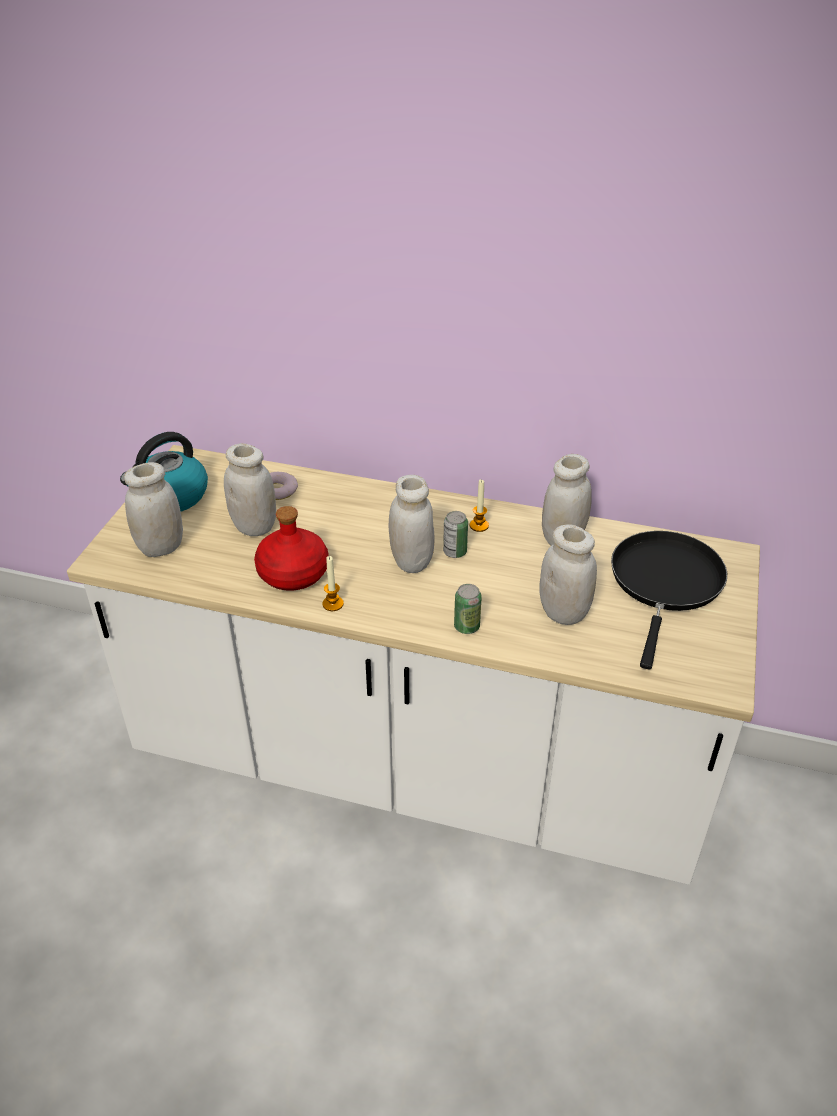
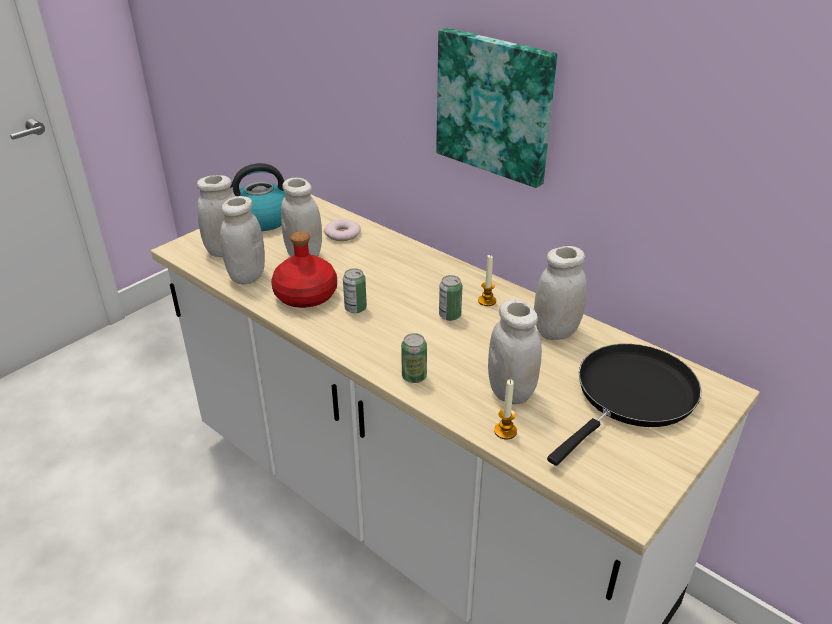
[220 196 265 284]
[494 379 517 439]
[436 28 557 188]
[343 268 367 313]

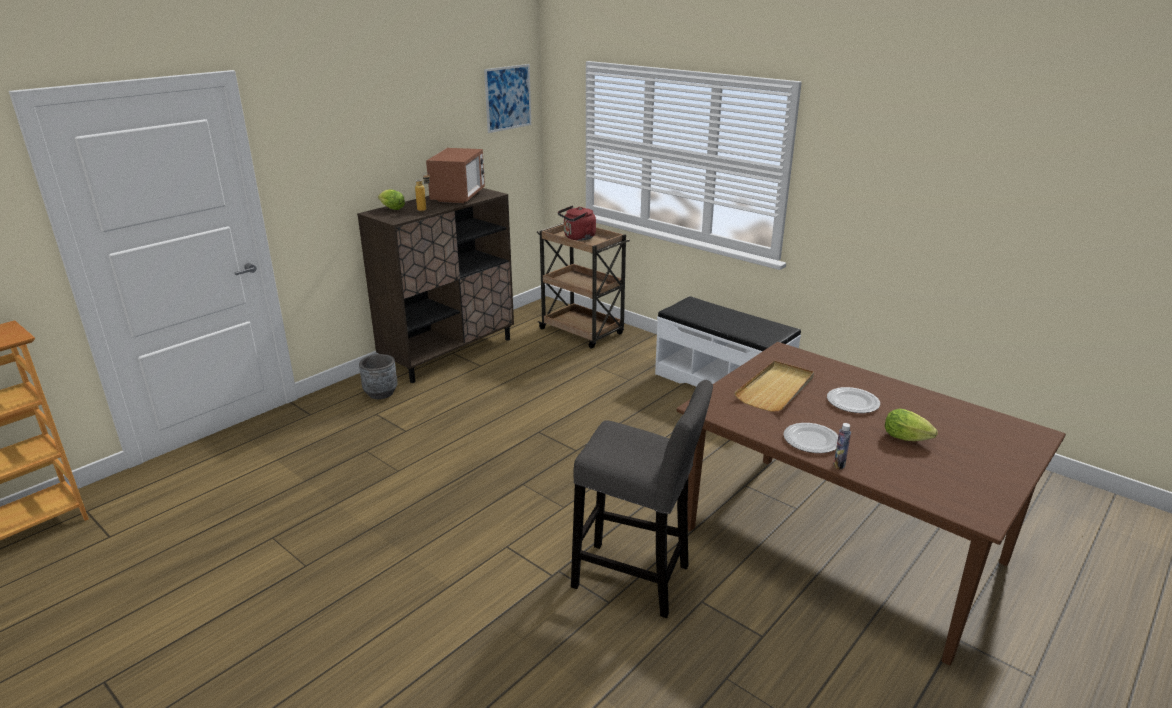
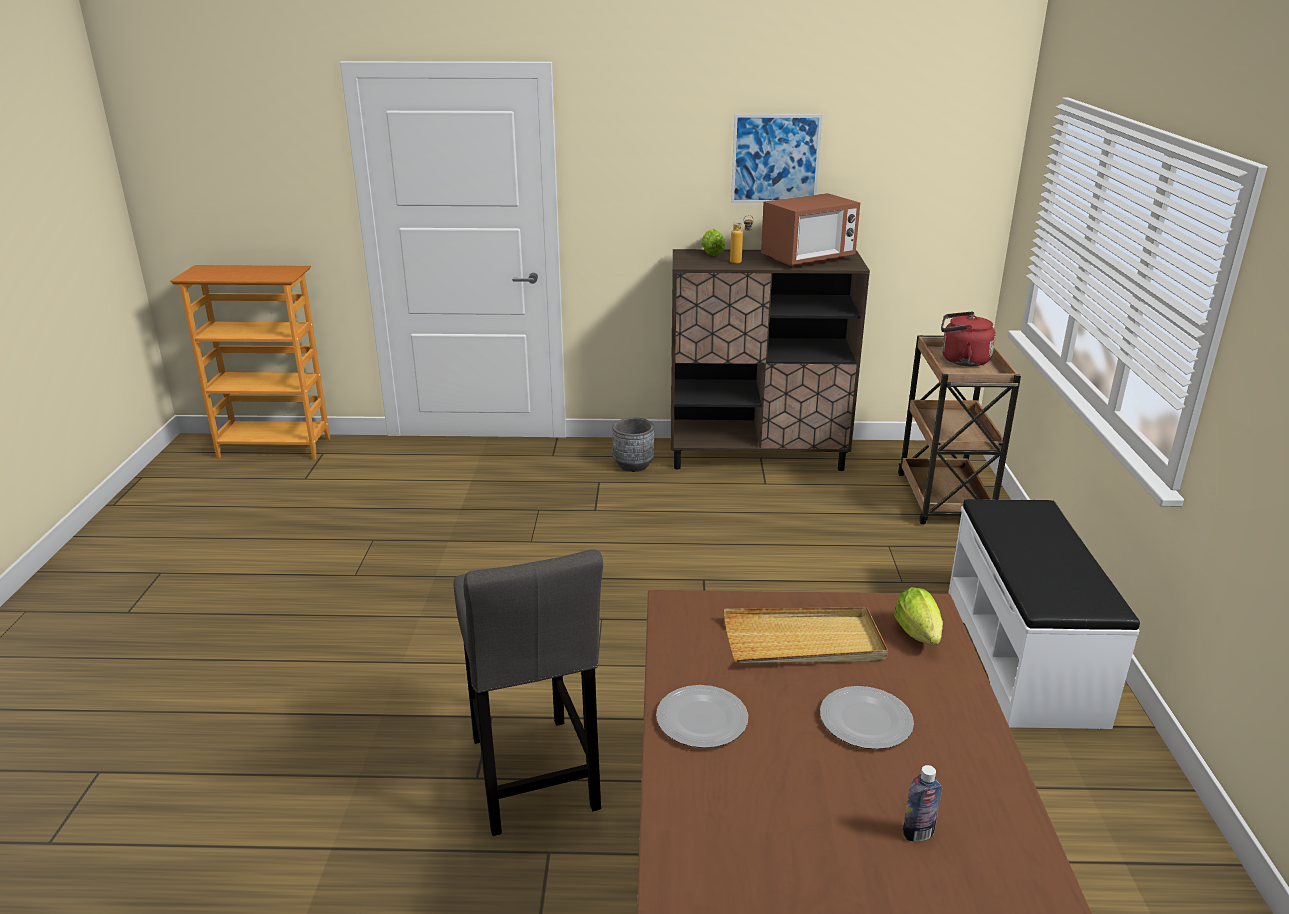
[731 114 823 203]
[894 587 943 645]
[903 765 942 842]

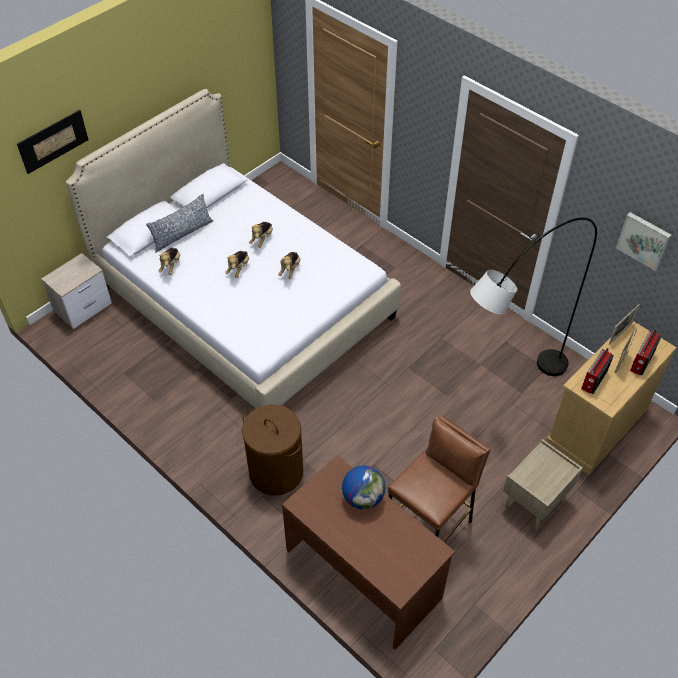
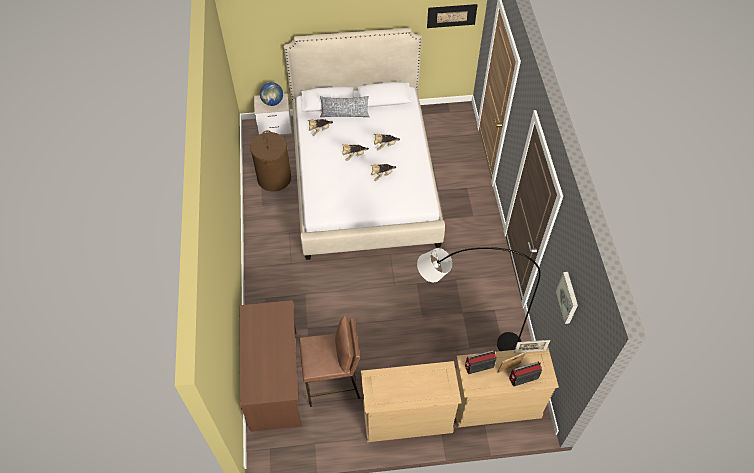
[427 4 477 28]
[250 130 291 191]
[361 361 461 442]
[260 82 283 106]

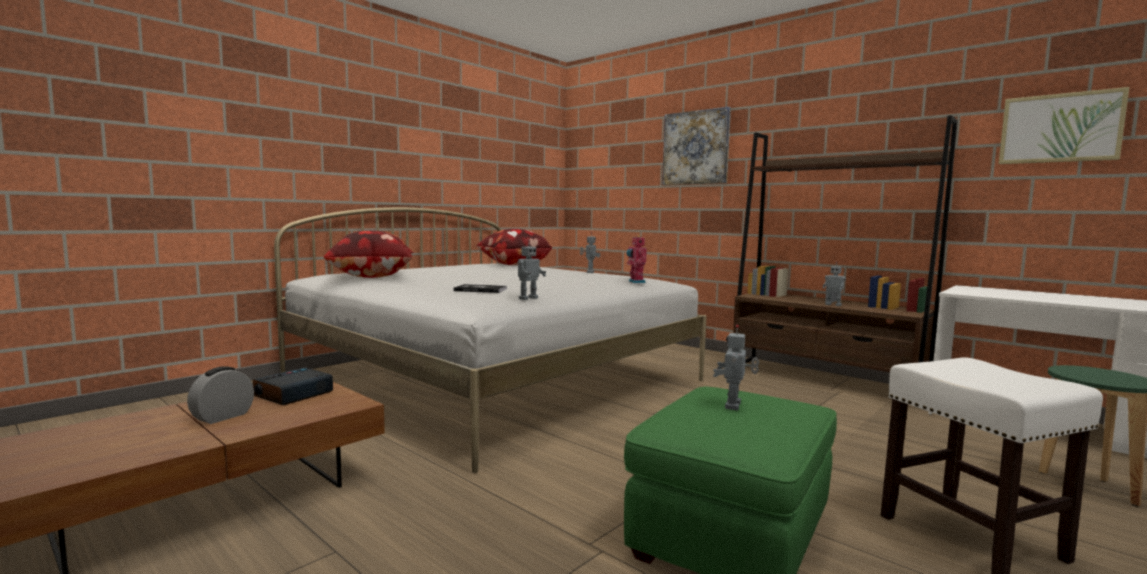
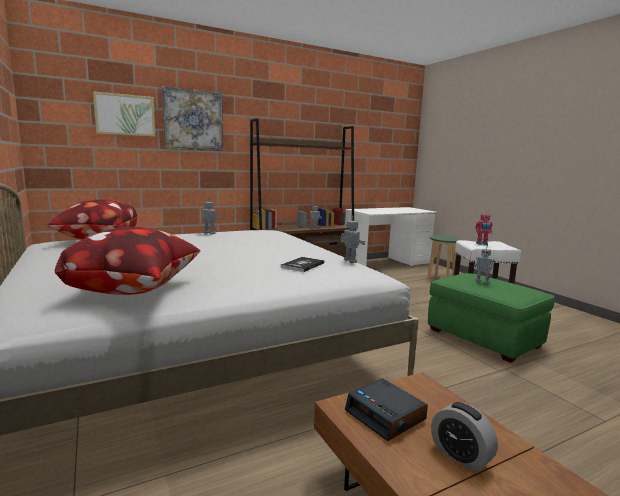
[93 91 155 137]
[475 213 493 245]

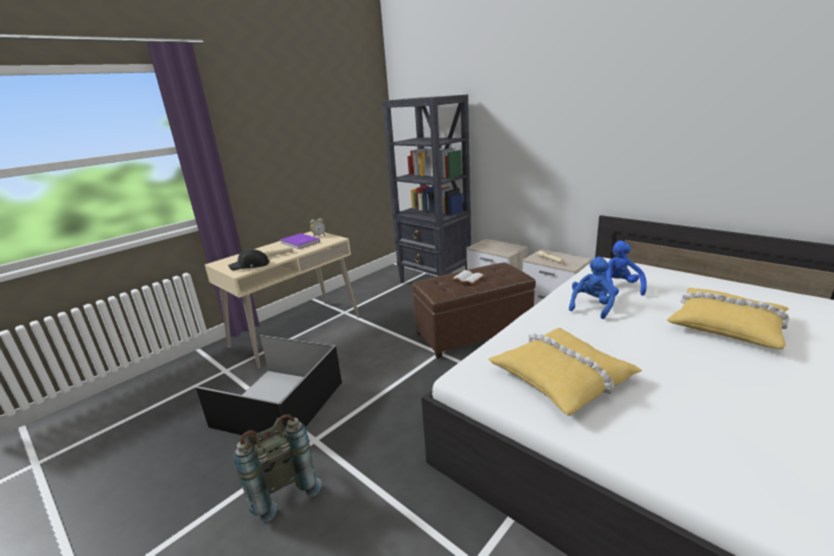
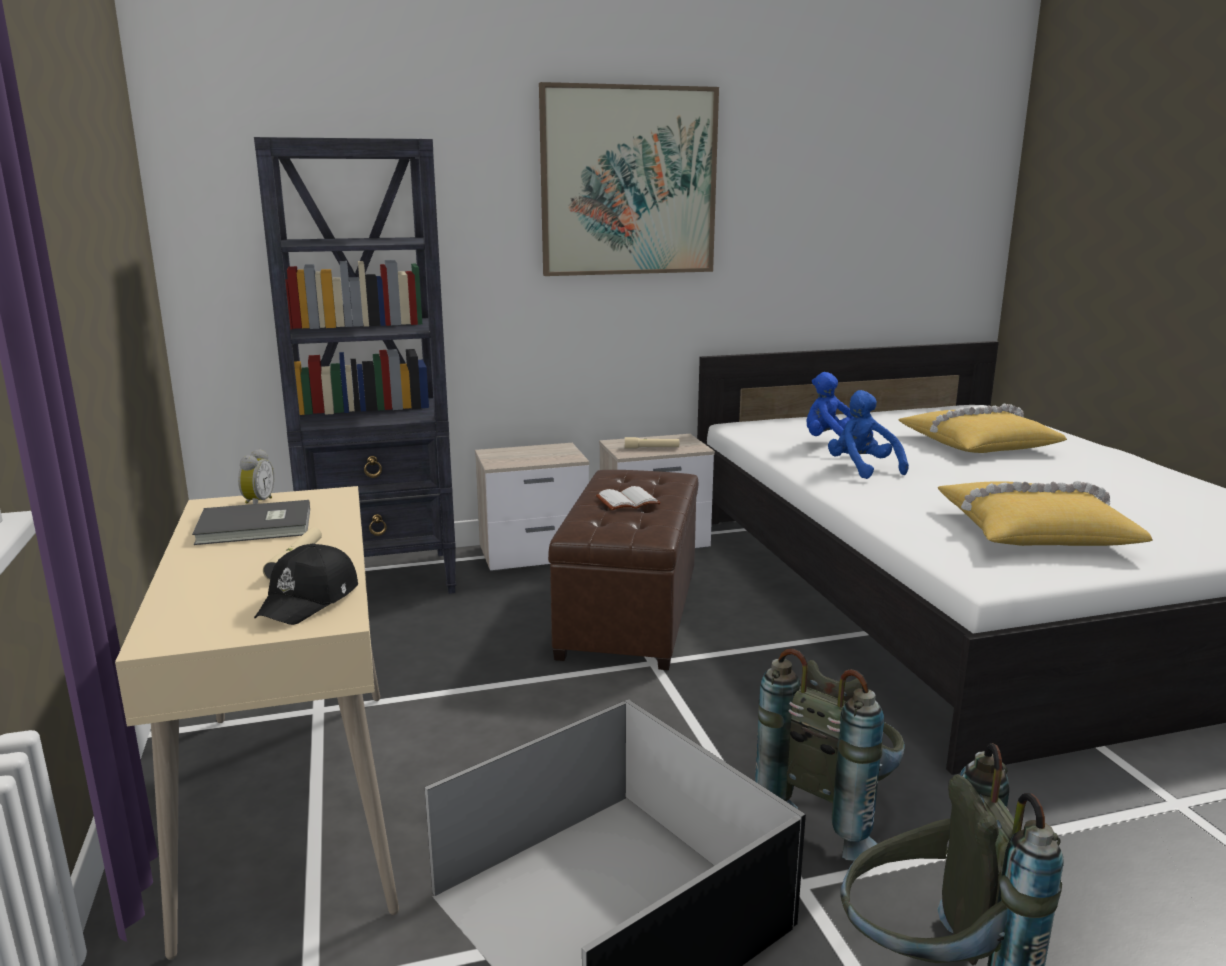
[192 500 310 545]
[539 82 719 276]
[755 648 905 861]

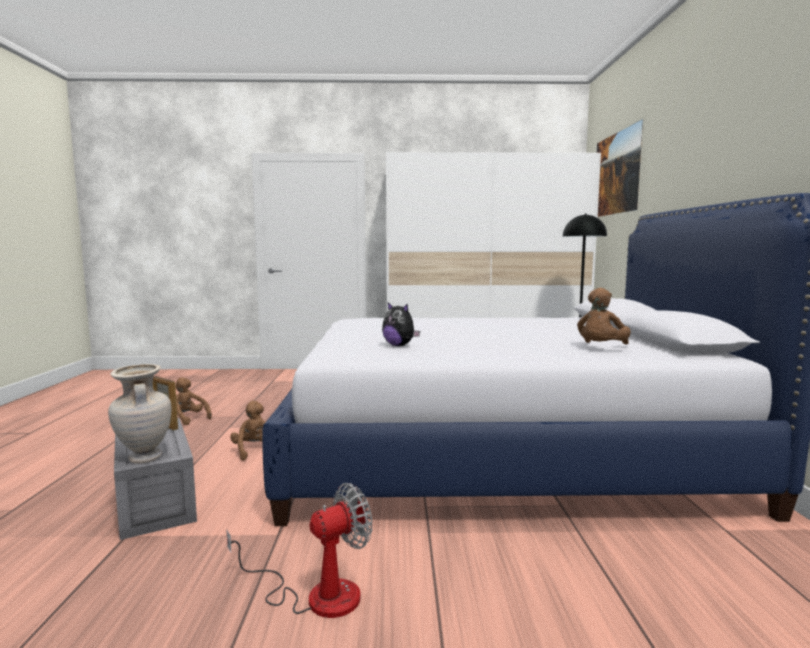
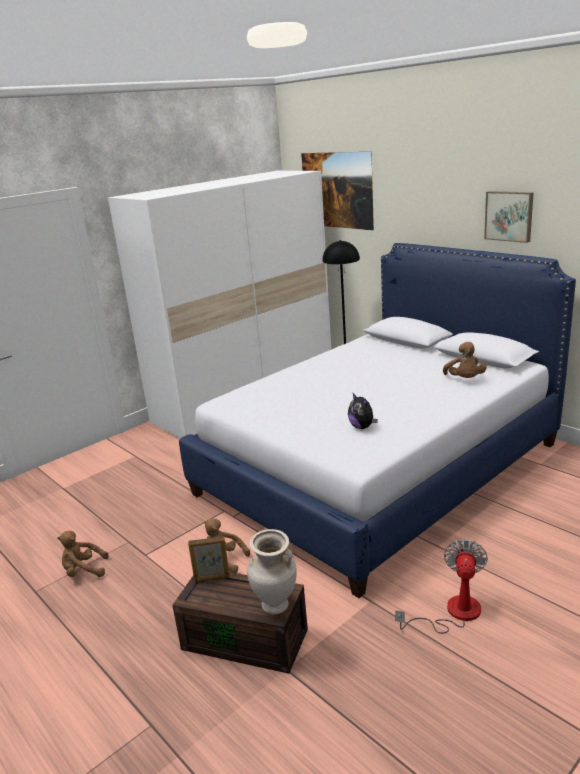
[348 393 378 429]
[172 572 308 674]
[484 191 534 243]

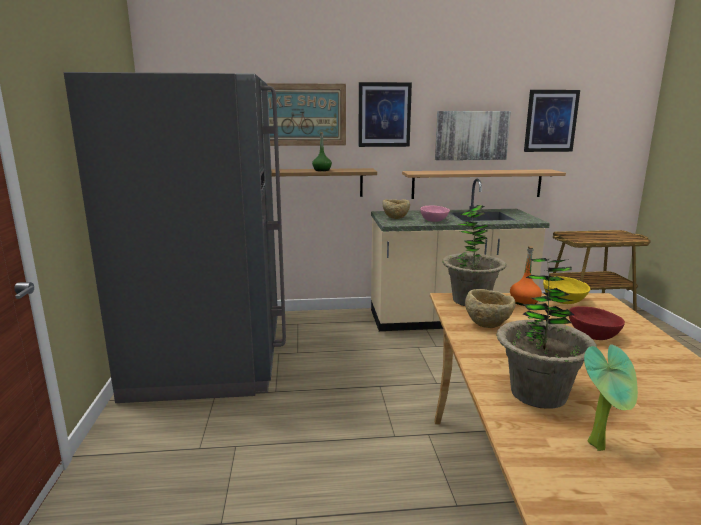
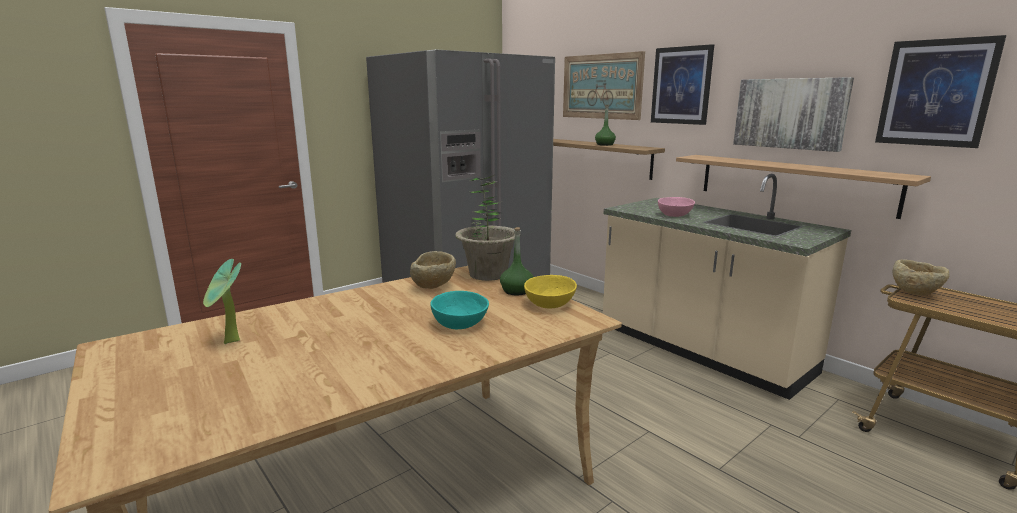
[892 259 950 295]
[500 227 534 295]
[496 258 597 409] (first image)
[431 291 489 329]

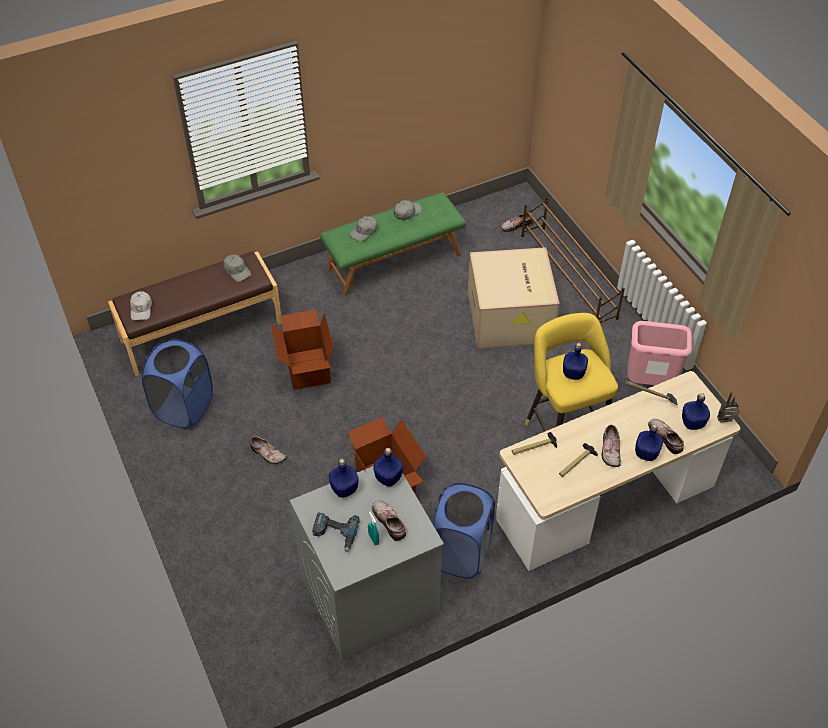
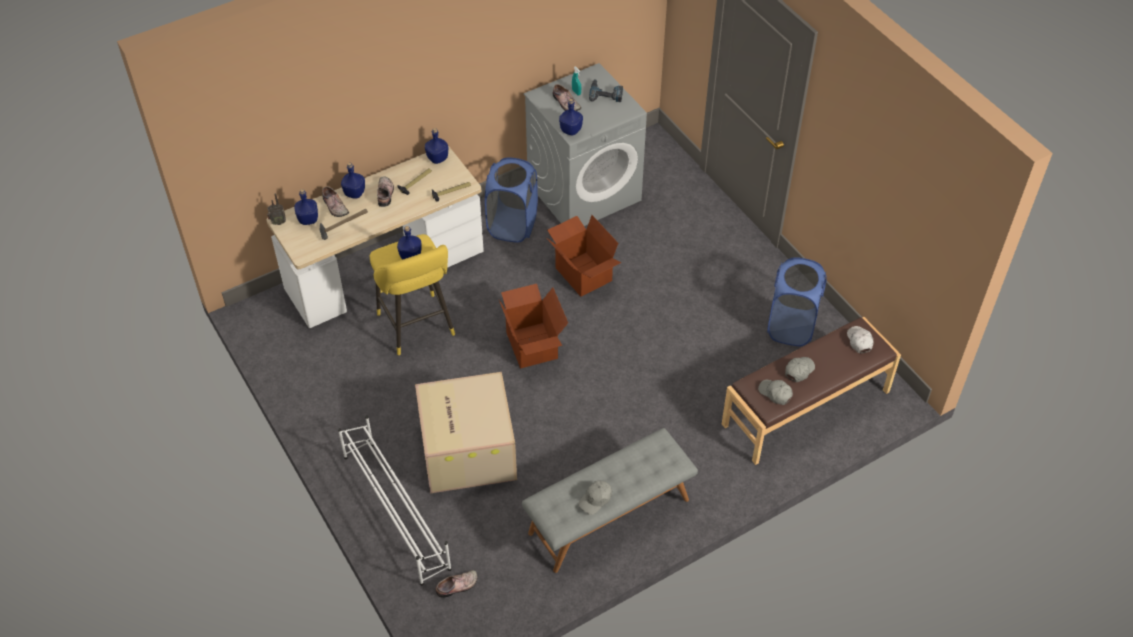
[522 428 698 573]
[338 415 452 586]
[785 357 815 382]
[499 284 568 369]
[627 321 692 385] (first image)
[250 437 286 464] (first image)
[425 128 448 164]

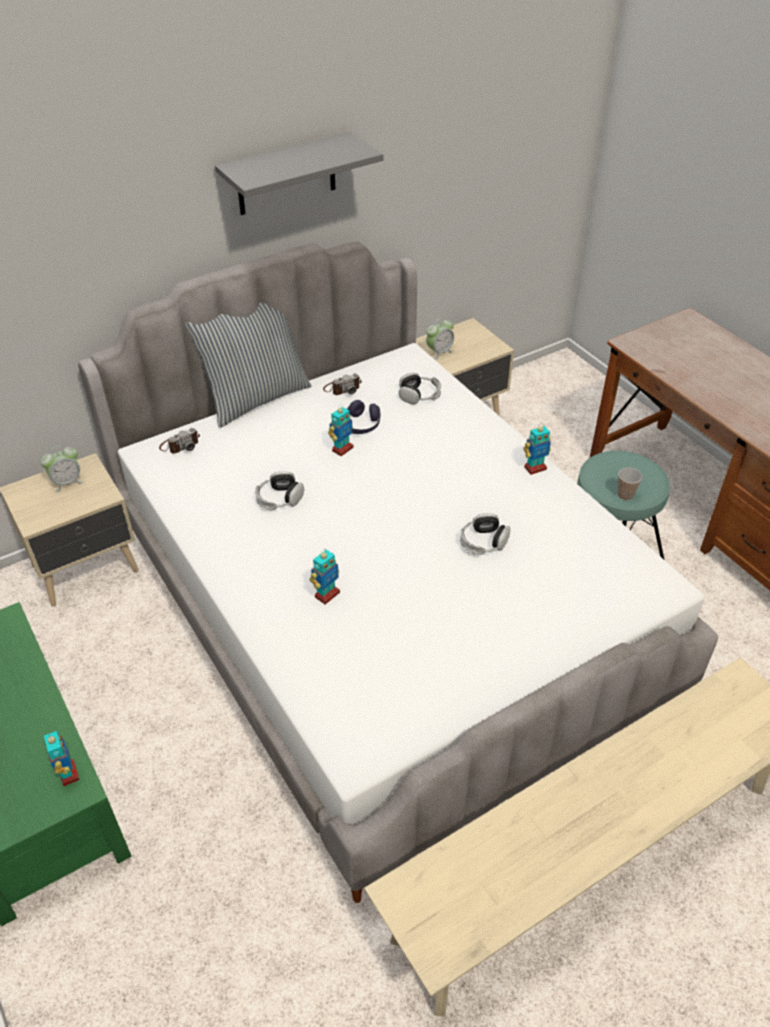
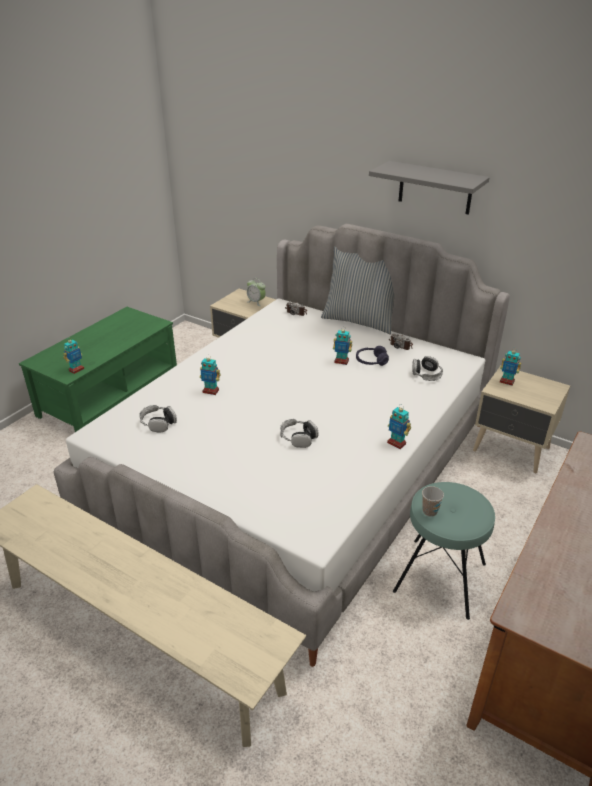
[500 348 521 386]
[139 405 177 432]

